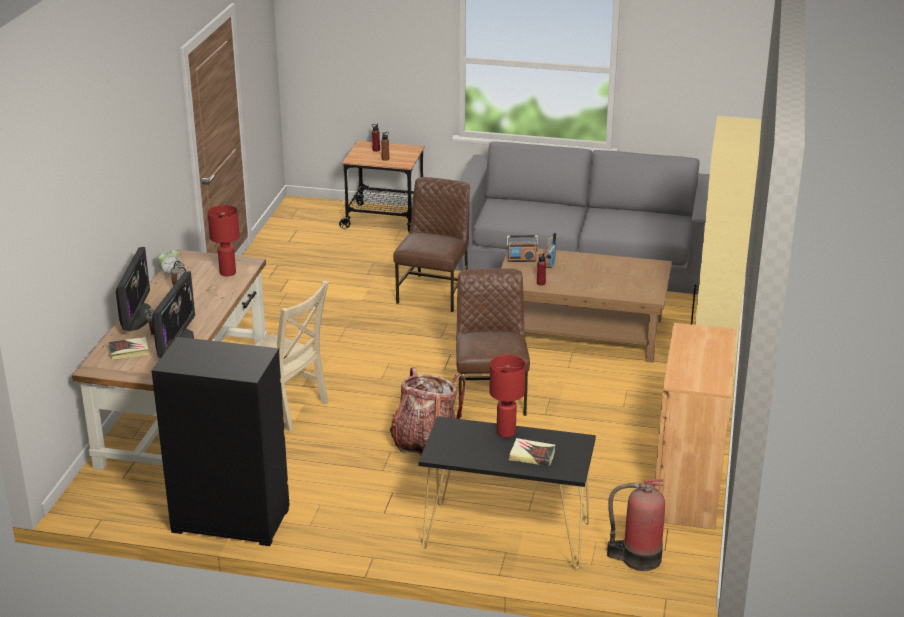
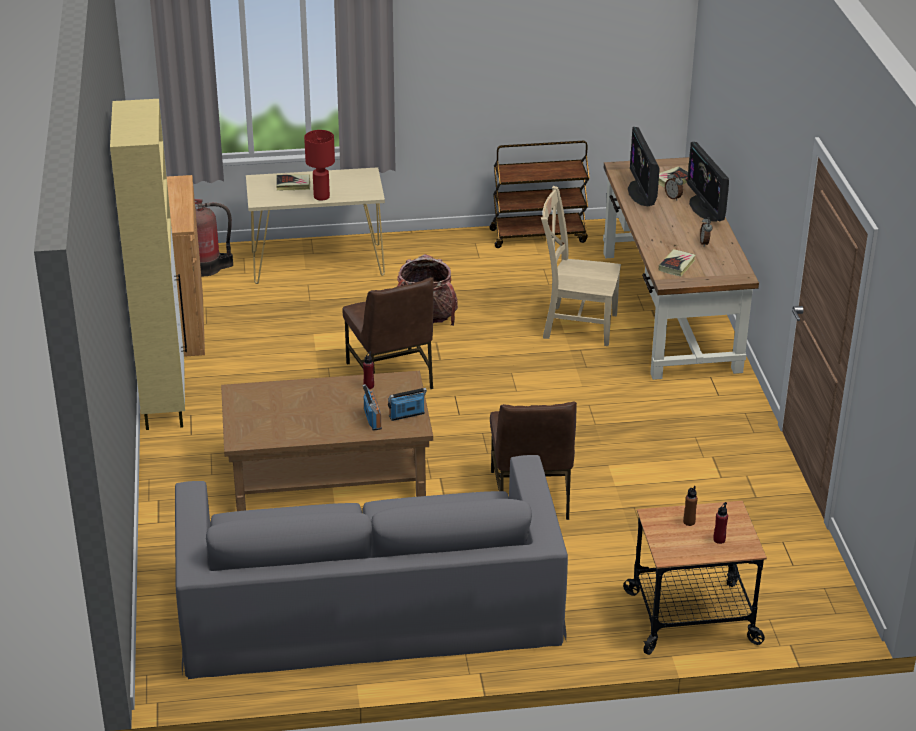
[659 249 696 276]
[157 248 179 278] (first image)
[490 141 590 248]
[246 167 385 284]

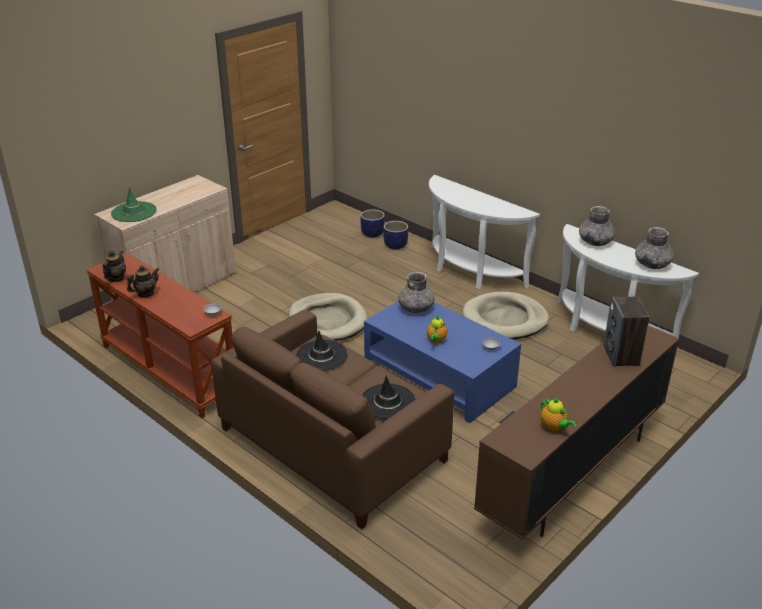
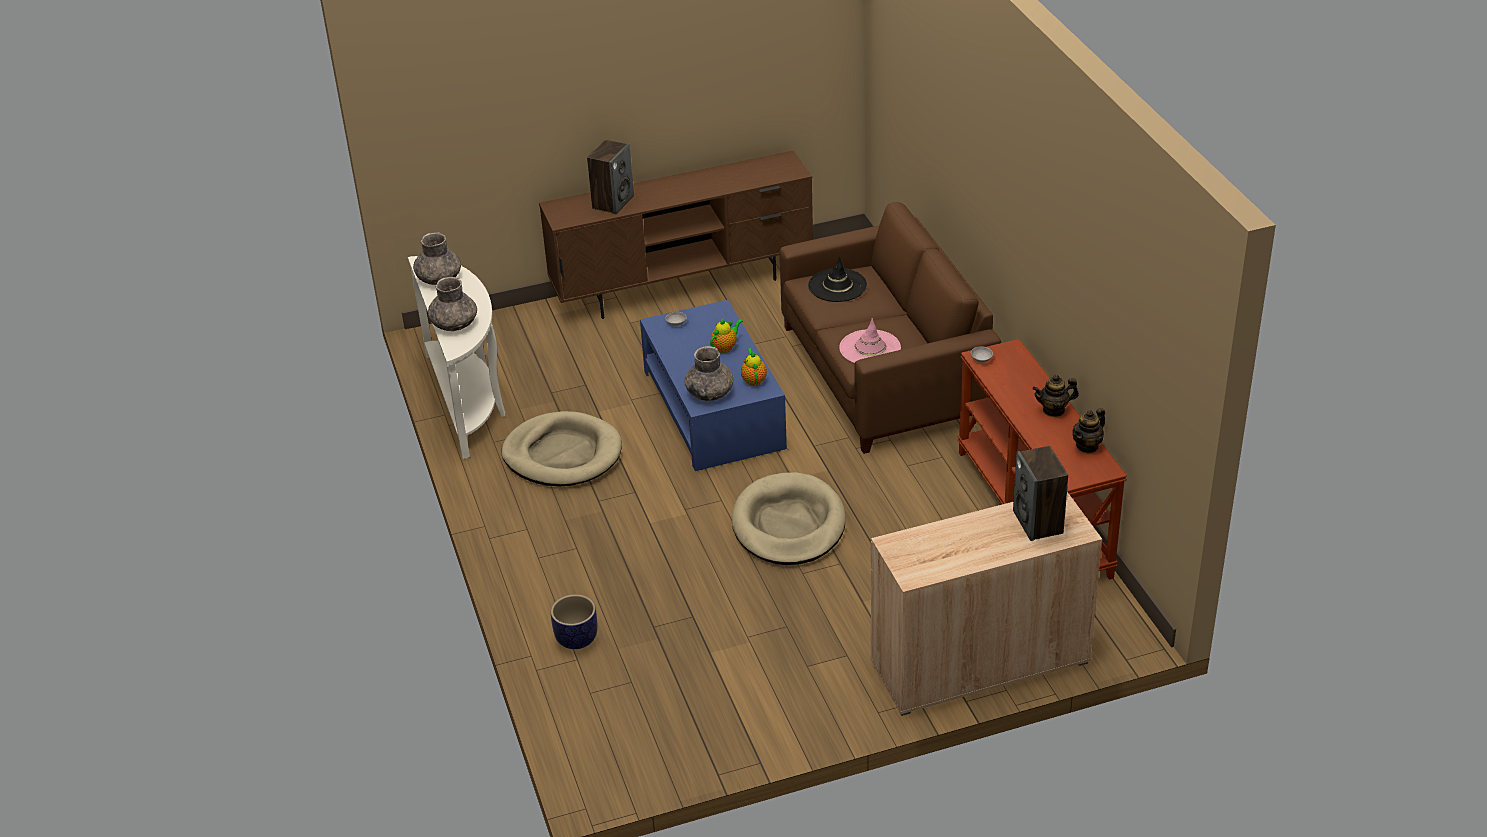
[429 175 540 289] (first image)
[1013 446 1068 541]
[360 209 385 238] (first image)
[839 318 901 364]
[741 348 767 386]

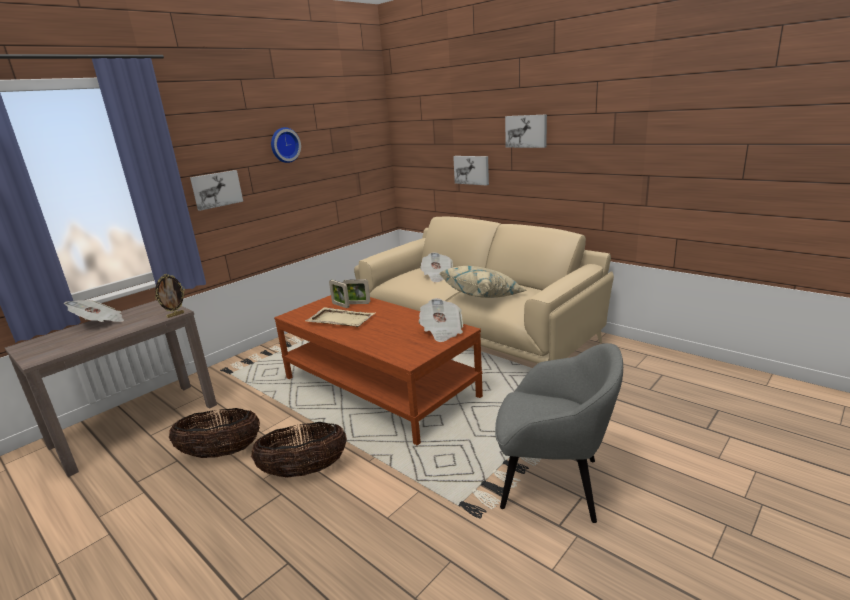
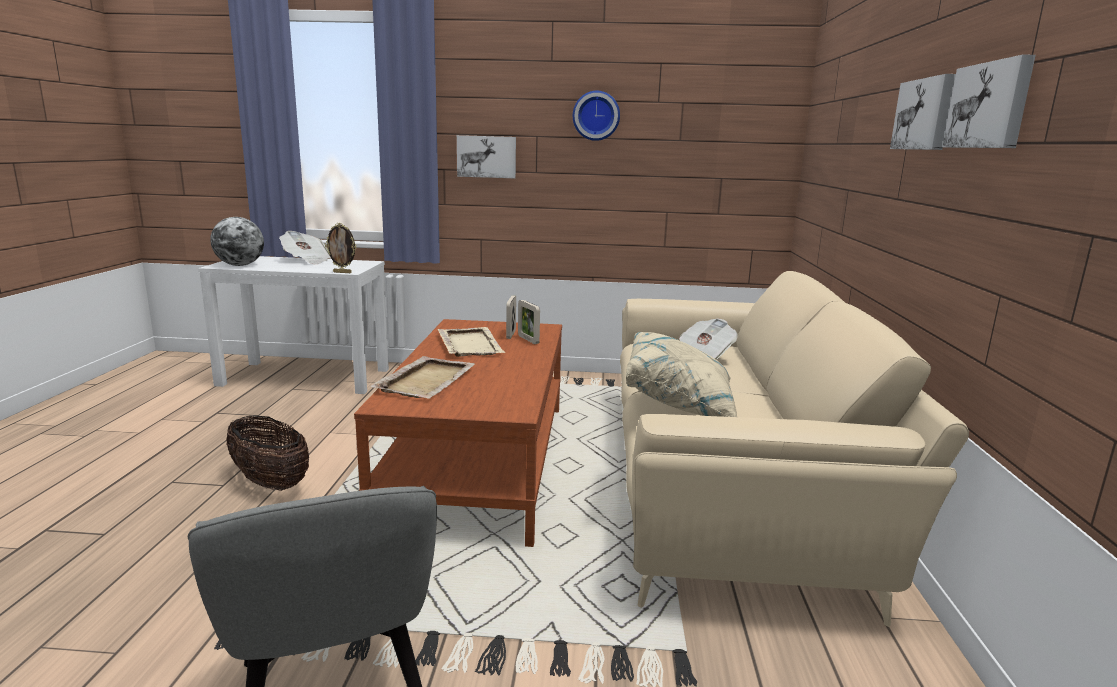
[943 54 1036 148]
[419 298 463 342] (first image)
[198 256 389 394]
[169 408 260 458] (first image)
[210 217 264 266]
[370 356 475 399]

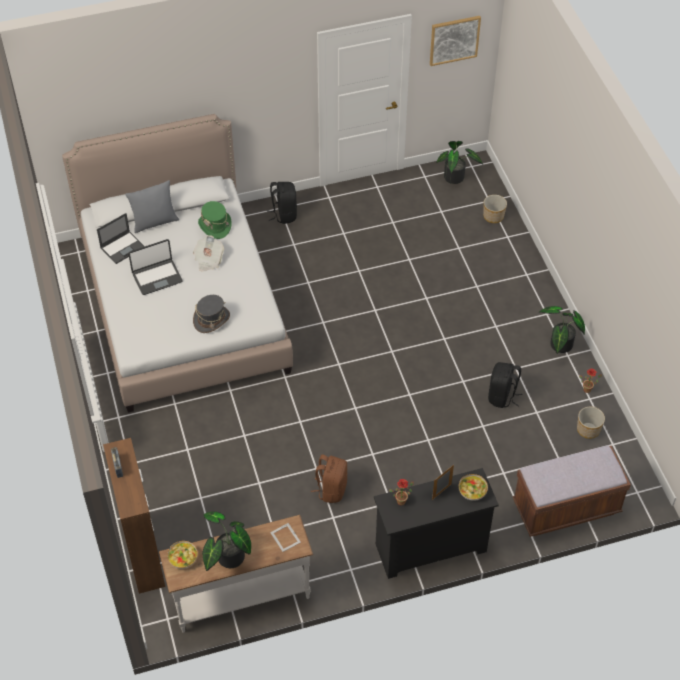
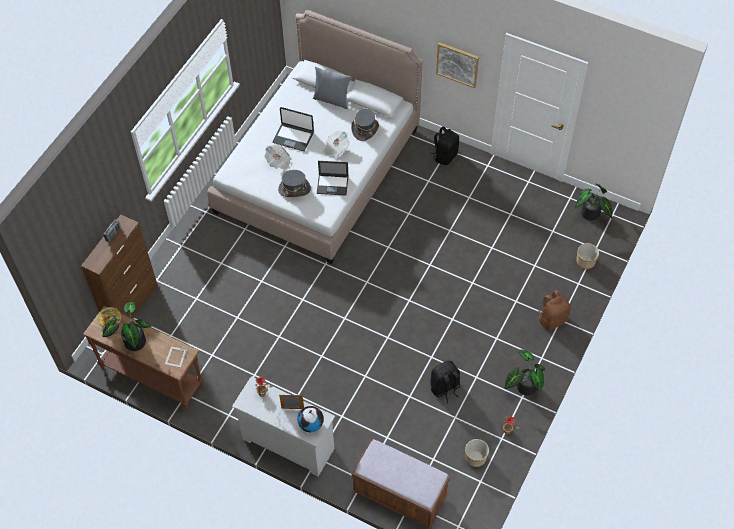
[436 42 479 88]
[351 109 379 141]
[317 161 349 196]
[538 290 571 330]
[232 376 335 476]
[298 406 324 432]
[83 306 204 411]
[265 144 292 171]

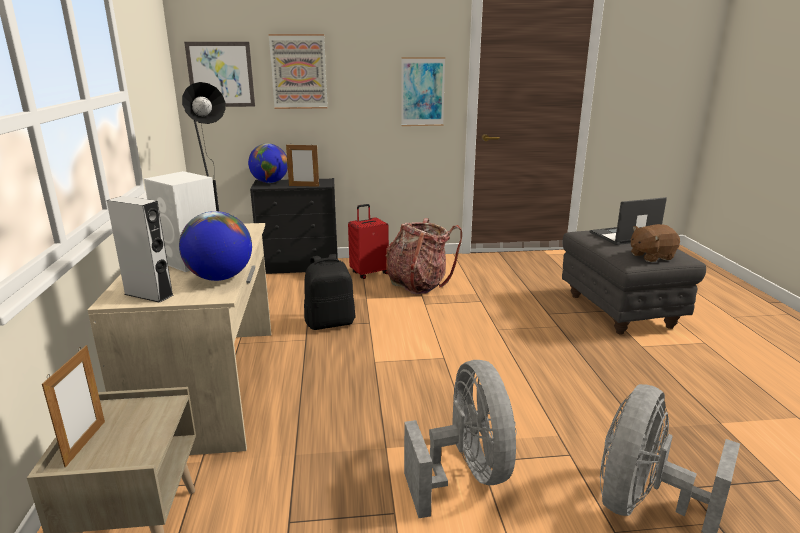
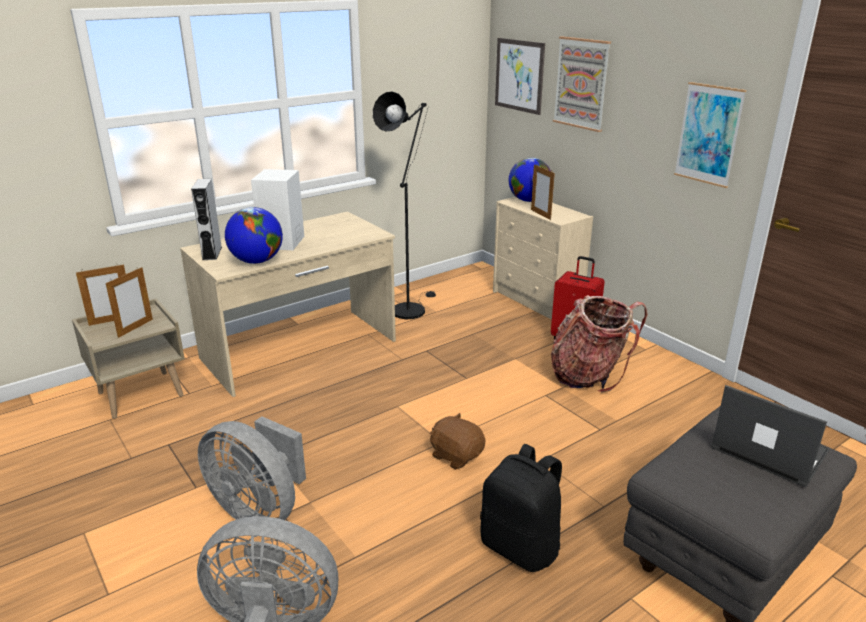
[493 197 593 322]
[430 413 485 470]
[480 444 562 572]
[198 416 306 520]
[106 267 153 338]

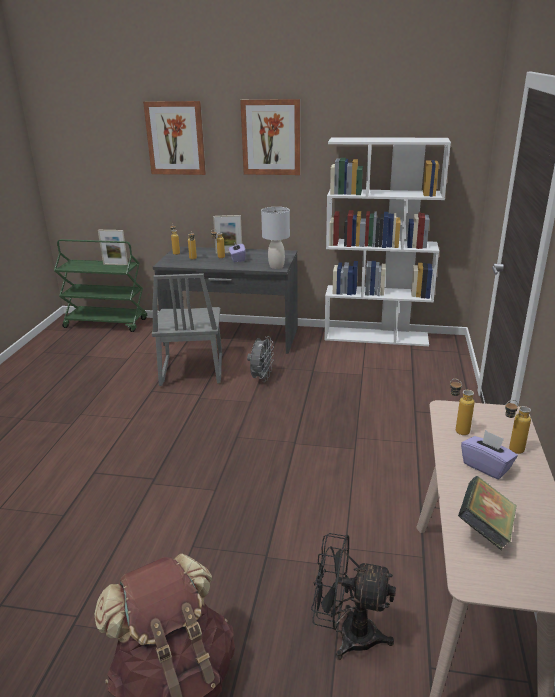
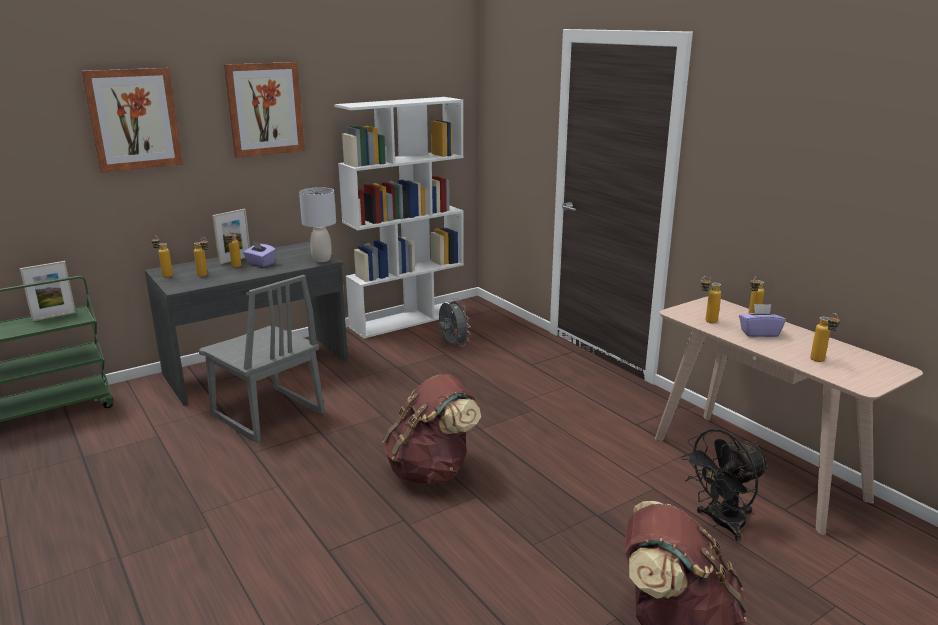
[438 298 471 347]
[810 313 840 362]
[382 374 481 484]

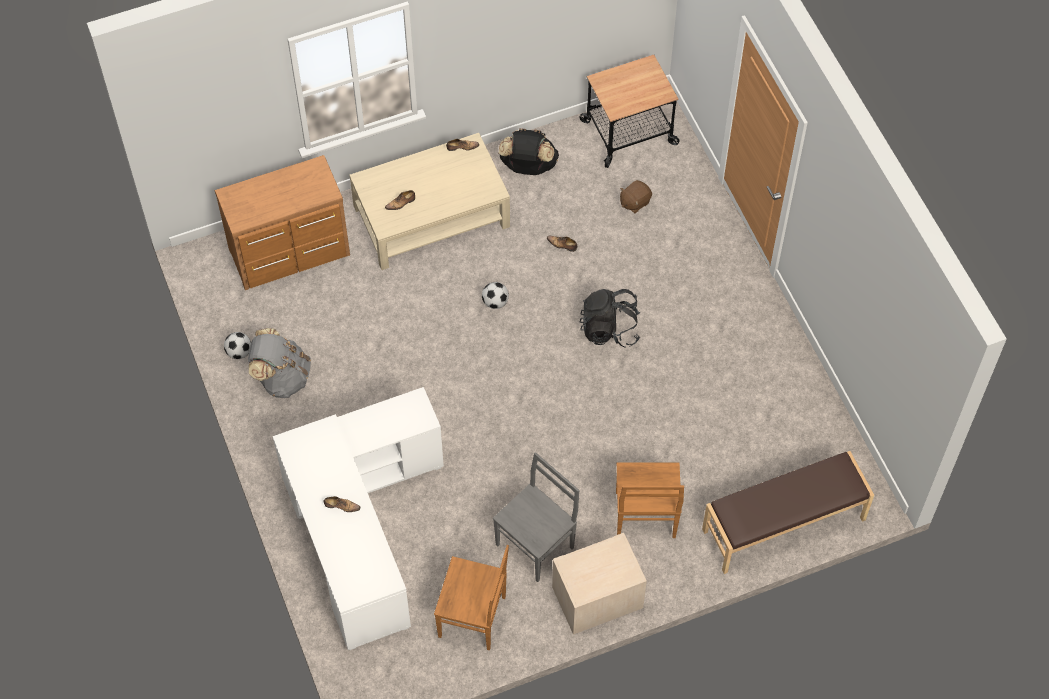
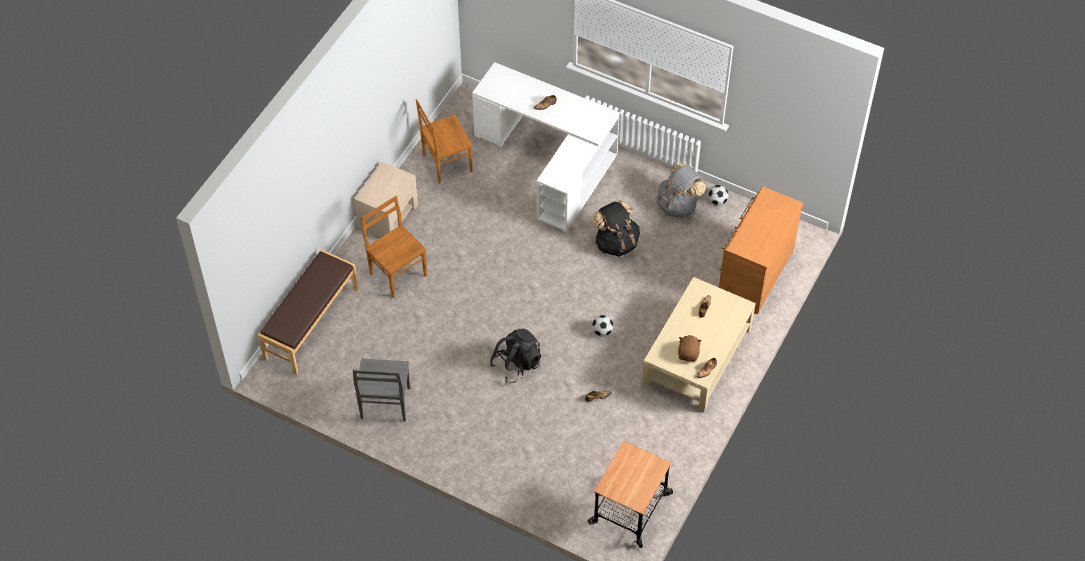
[591 200 640 257]
[678 335 702 362]
[353 359 410 422]

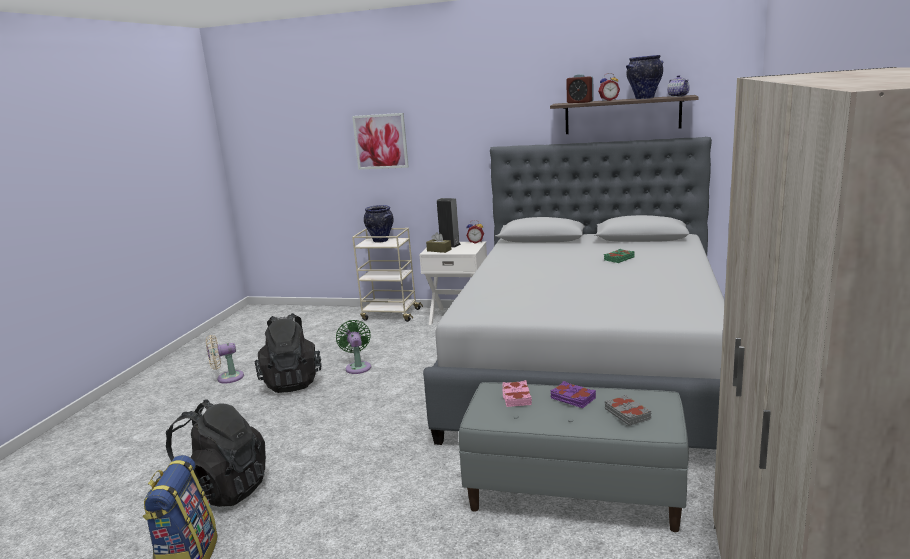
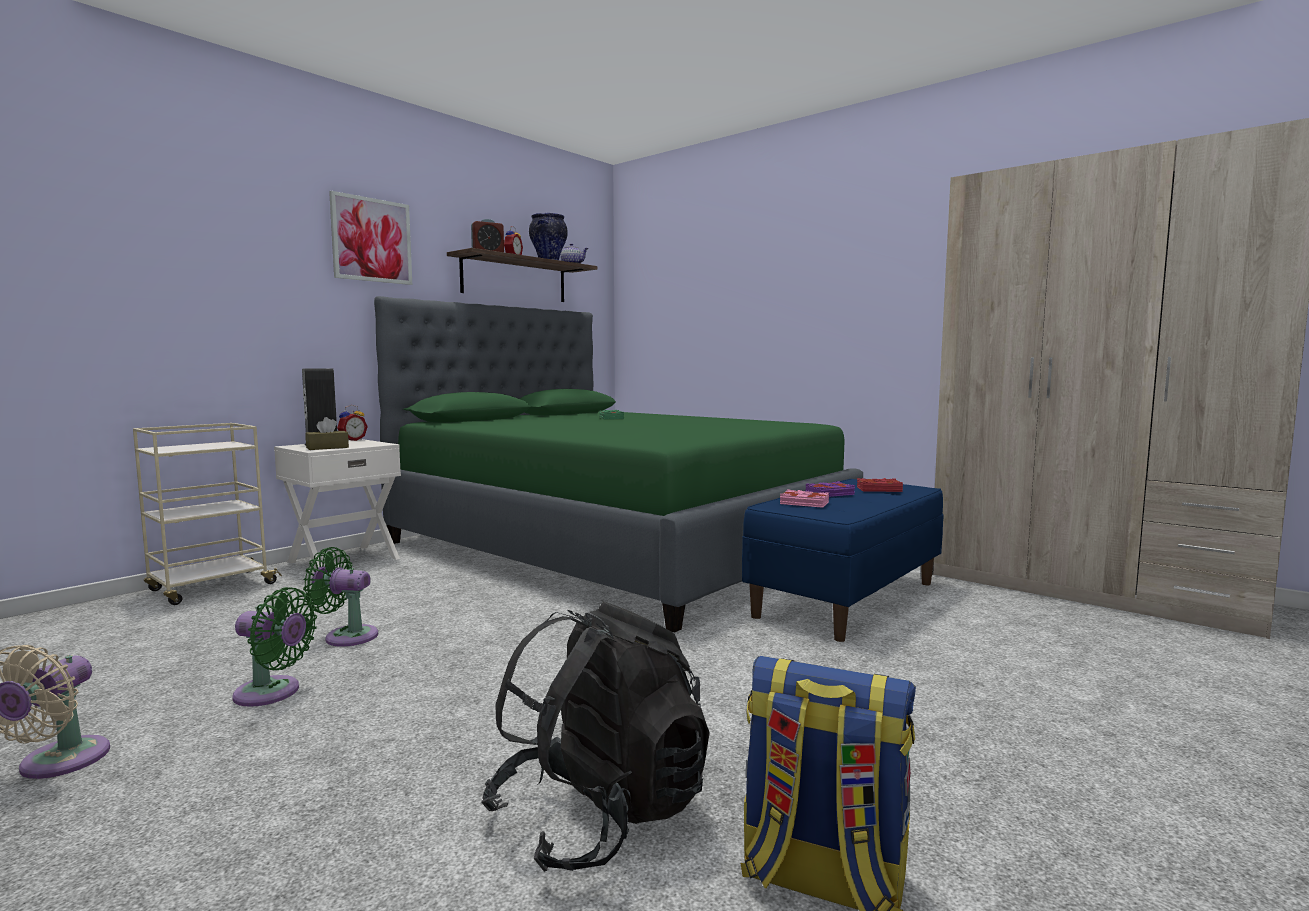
[329 191 412 285]
[374 296 863 633]
[364 205 394 243] (first image)
[232 587 317 707]
[742 479 944 642]
[857 478 903 492]

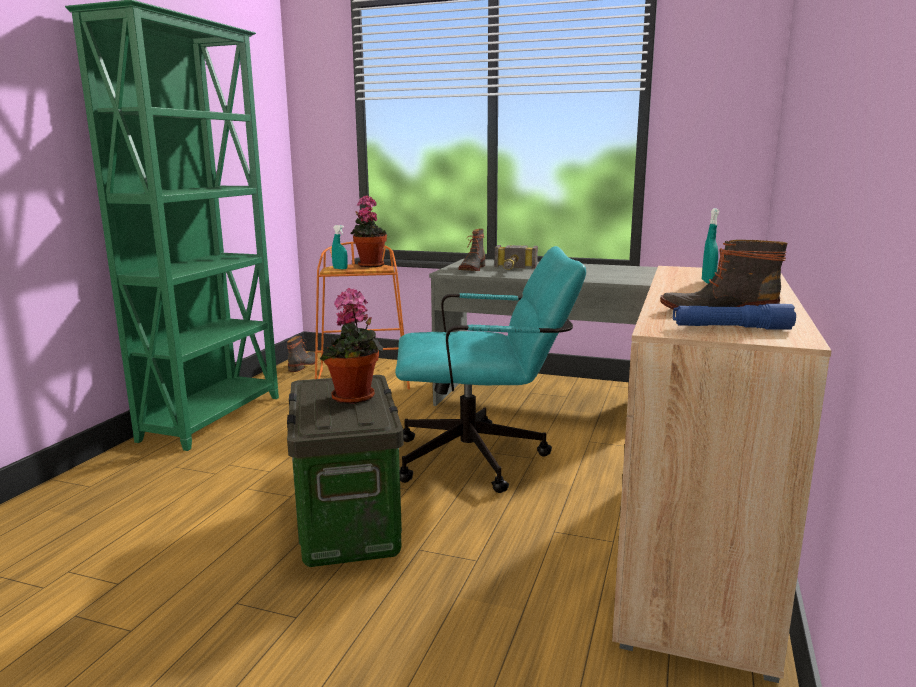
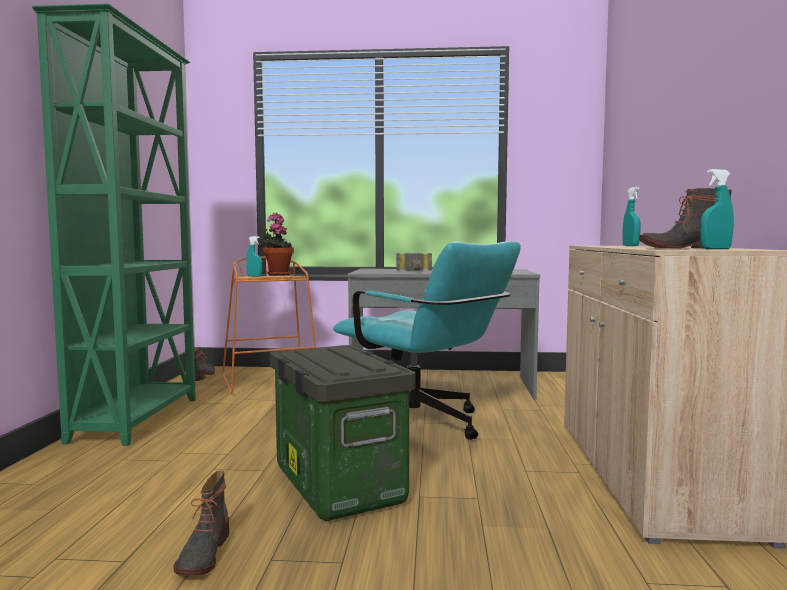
[174 471 229 575]
[333 241 521 440]
[320 288 383 404] (first image)
[700 169 734 249]

